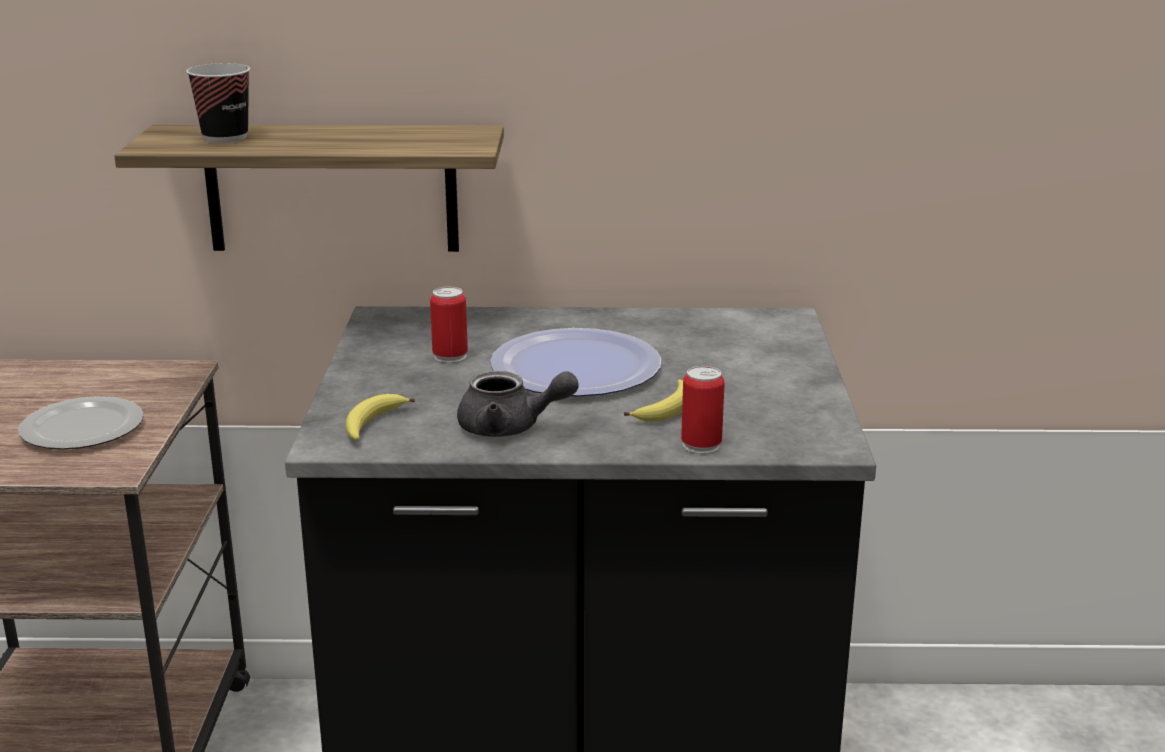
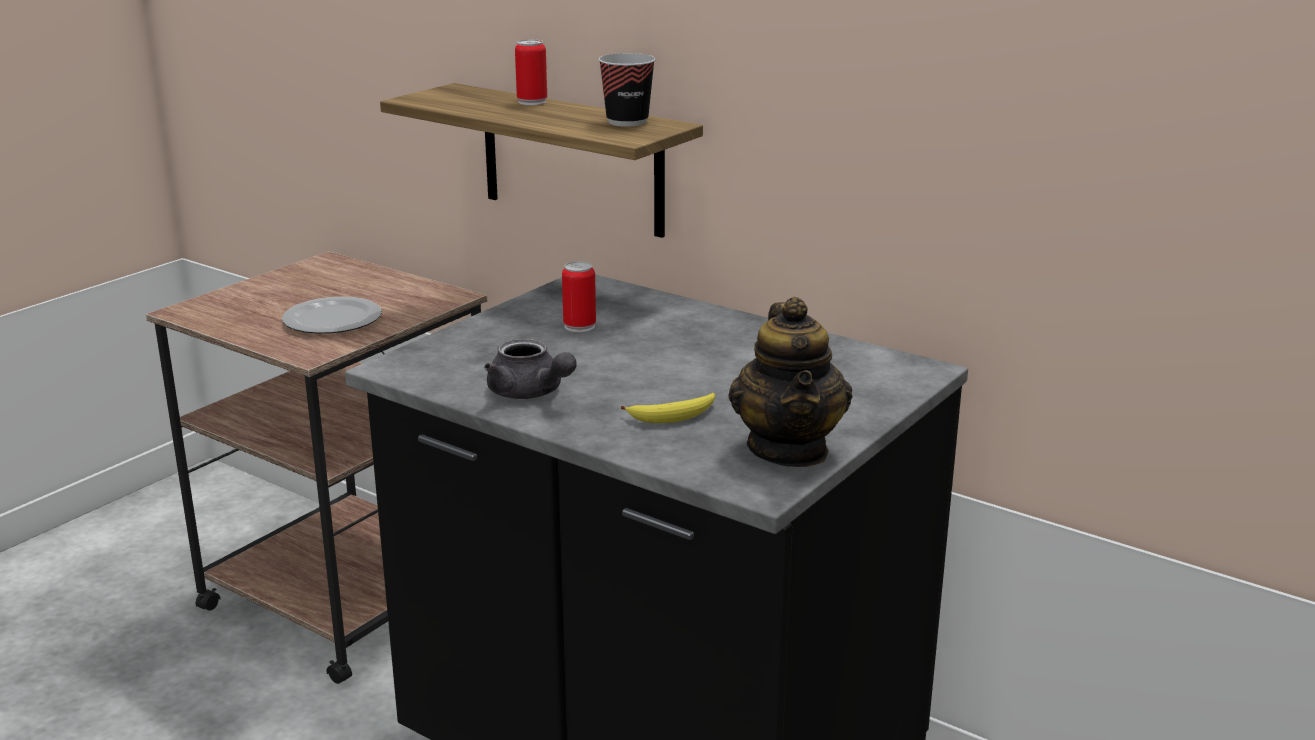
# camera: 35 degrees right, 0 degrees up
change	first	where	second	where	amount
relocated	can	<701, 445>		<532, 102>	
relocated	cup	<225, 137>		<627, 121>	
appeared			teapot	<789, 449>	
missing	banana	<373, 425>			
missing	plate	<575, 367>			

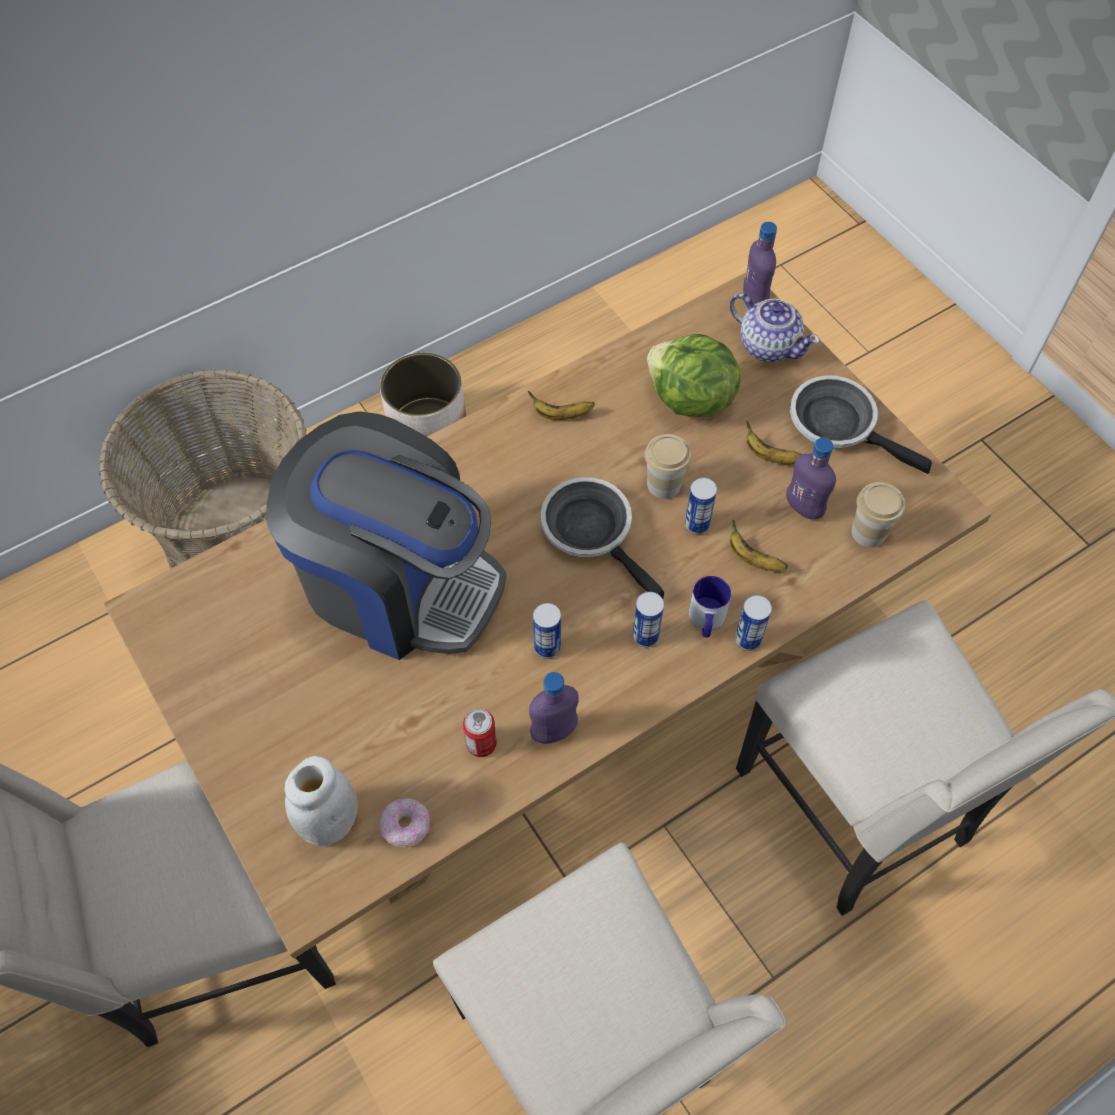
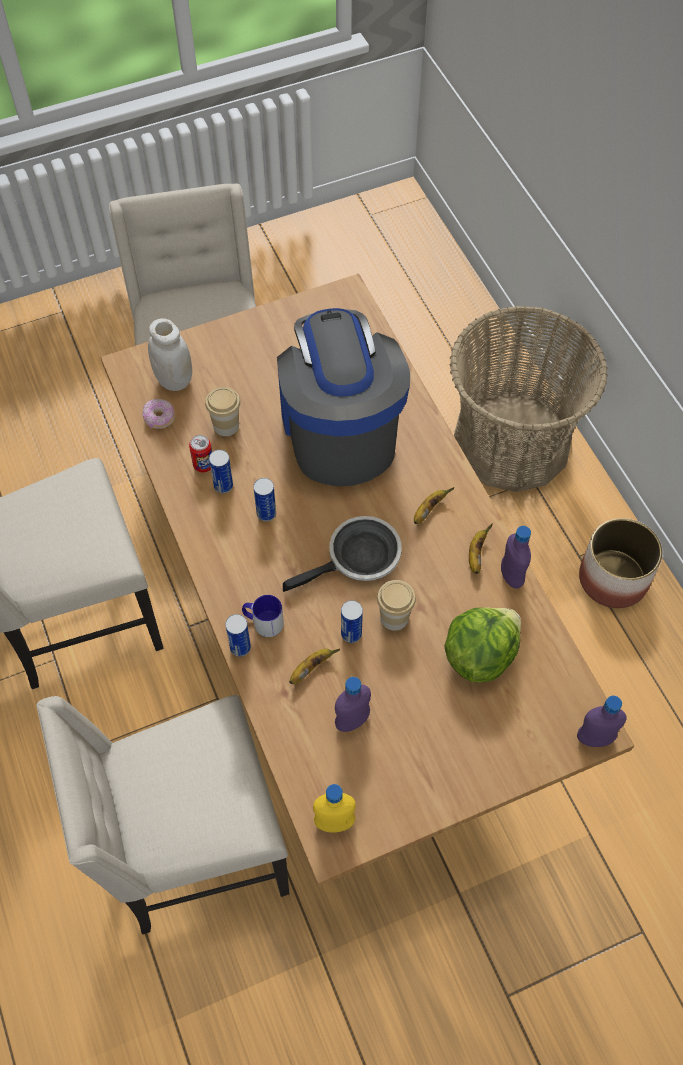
# camera: 100 degrees right, 0 degrees up
change	first	where	second	where	amount
relocated	cup	<868, 532>		<226, 425>	
relocated	can	<645, 636>		<223, 486>	
spun	coffee machine	<398, 582>		<339, 430>	135 degrees clockwise
appeared			bottle (yellow)	<334, 822>	
relocated	banana	<769, 456>		<428, 510>	
relocated	bottle (purple)	<554, 731>		<511, 576>	
missing	teapot	<768, 345>			
missing	frying pan	<838, 425>			

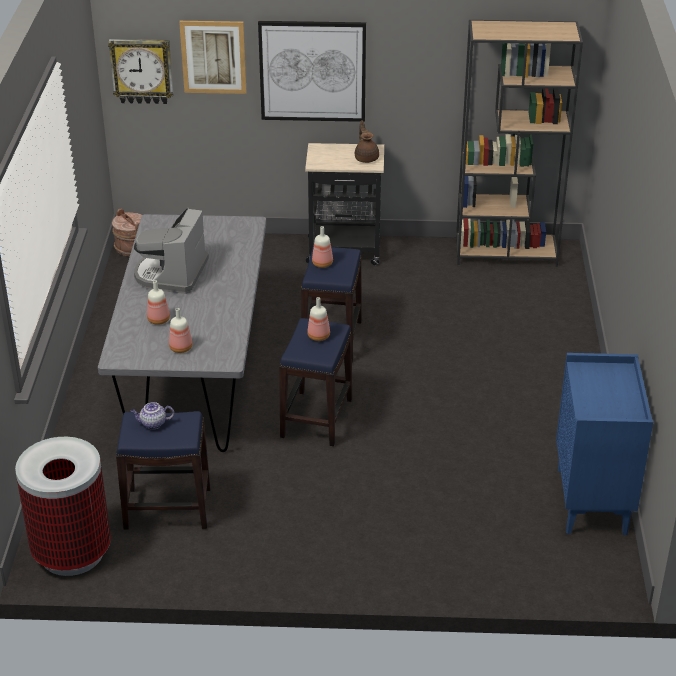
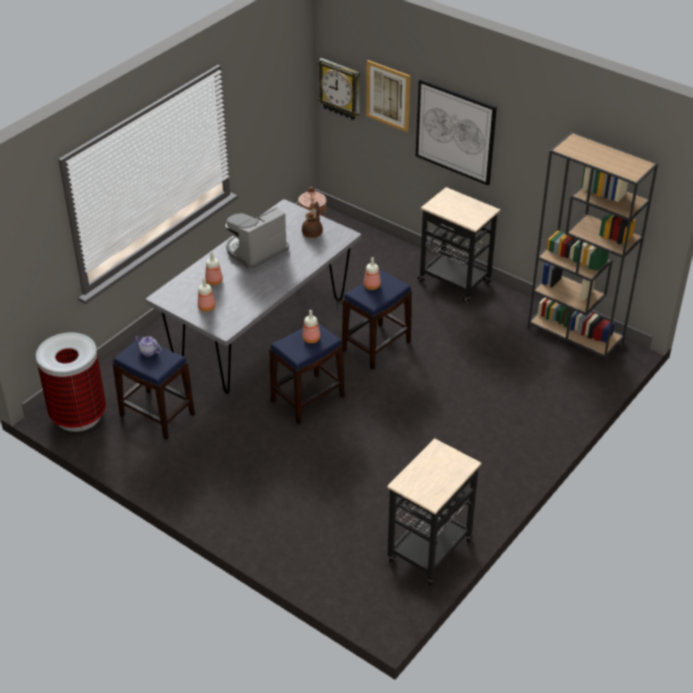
# camera: 35 degrees right, 5 degrees up
change	first	where	second	where	amount
relocated	teapot (brown)	<366, 158>		<313, 233>	
exchanged	cabinet (blue)	<591, 501>	cart	<430, 552>	

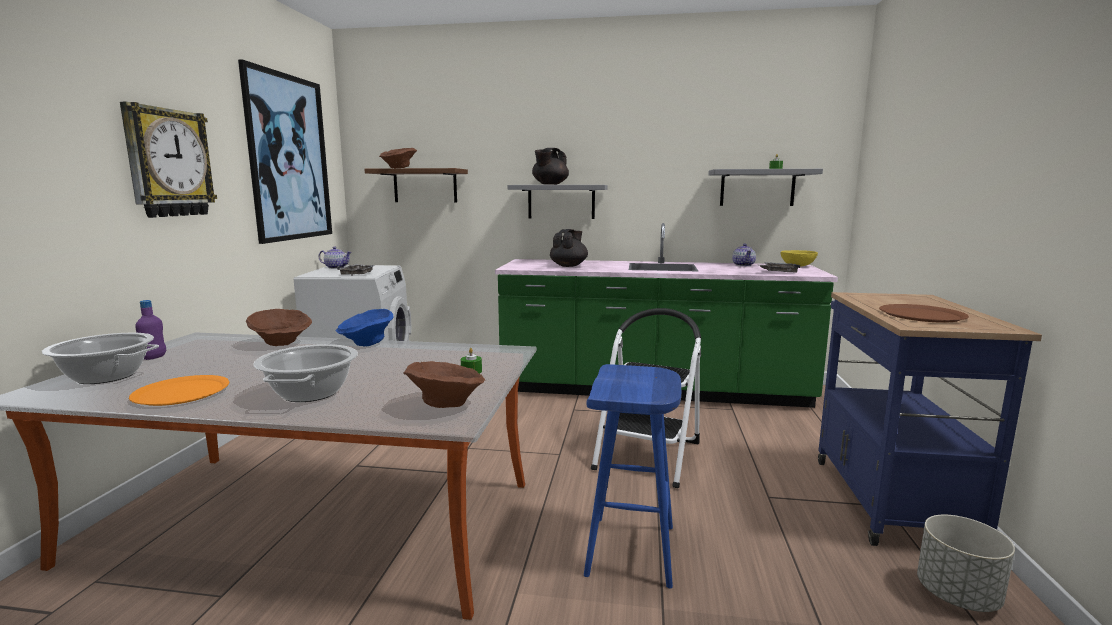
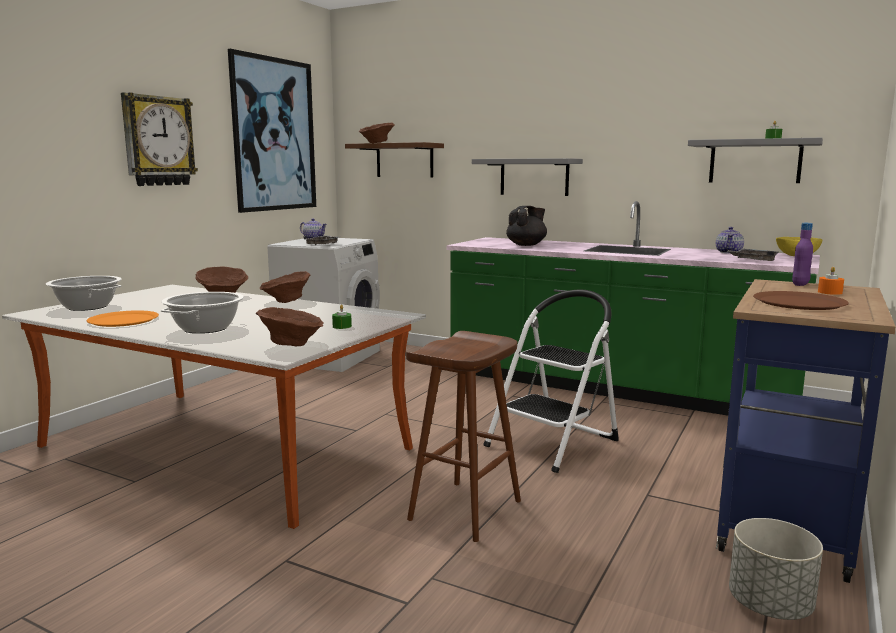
# camera: 20 degrees right, 0 degrees up
change	first	where	second	where	amount
colour	bowl (blue)	<366, 344>	bowl (brown)	<286, 301>	
colour	stool (blue)	<632, 551>	stool (brown)	<465, 511>	
relocated	bottle (purple)	<154, 357>		<800, 284>	
appeared			candle (orange)	<830, 292>	
missing	teapot (black)	<550, 184>			

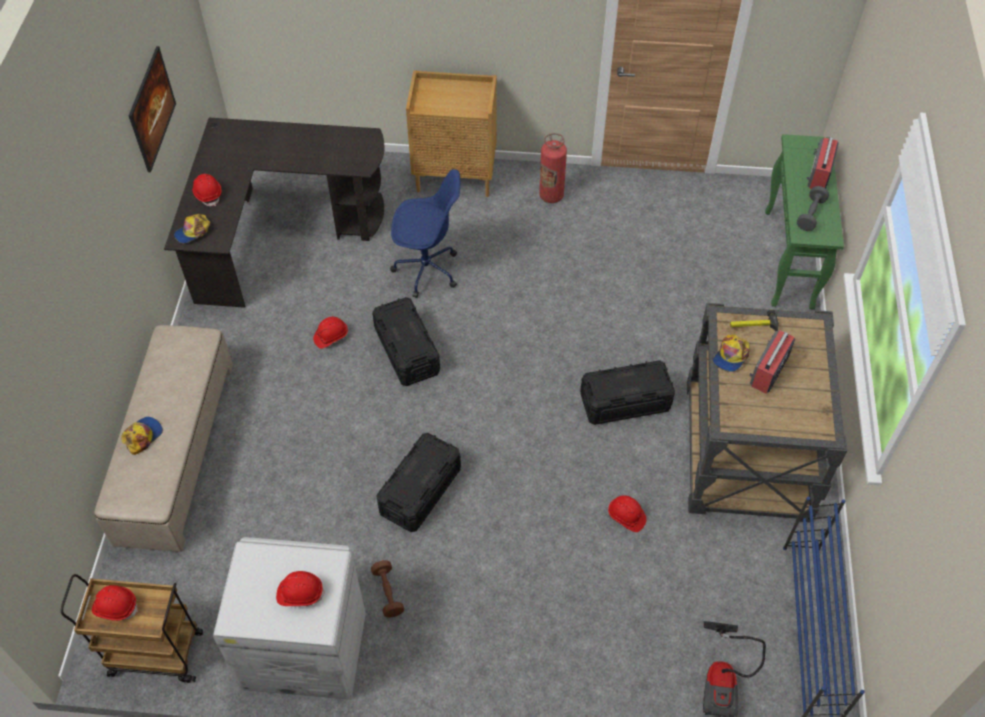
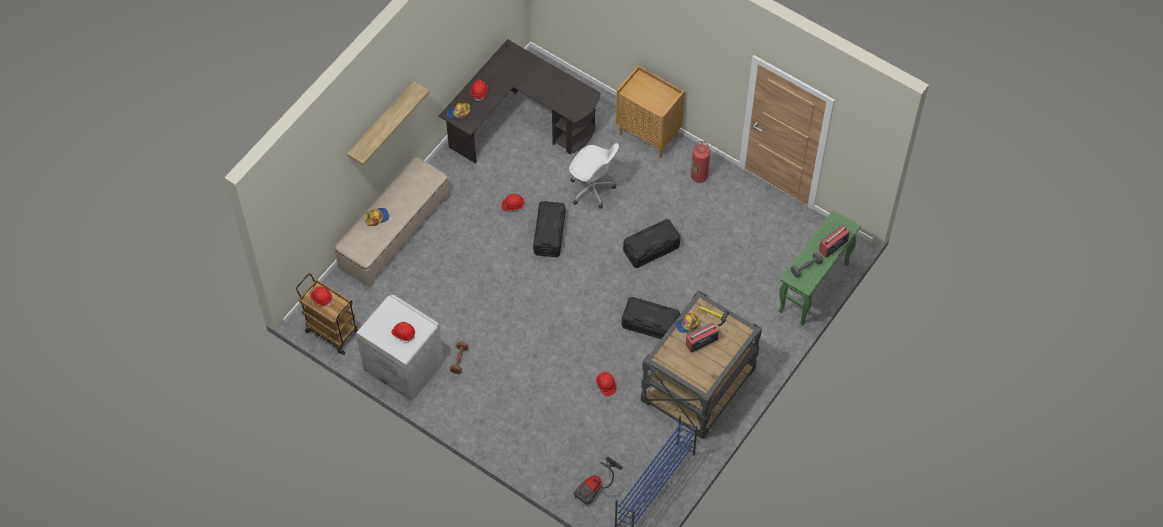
# camera: 30 degrees right, 5 degrees up
change	first	where	second	where	amount
appeared			shelf	<381, 123>	
colour	office chair (blue)	<428, 270>	office chair (white)	<592, 190>	
relocated	storage box (black)	<420, 491>		<651, 249>	
missing	picture	<156, 123>			

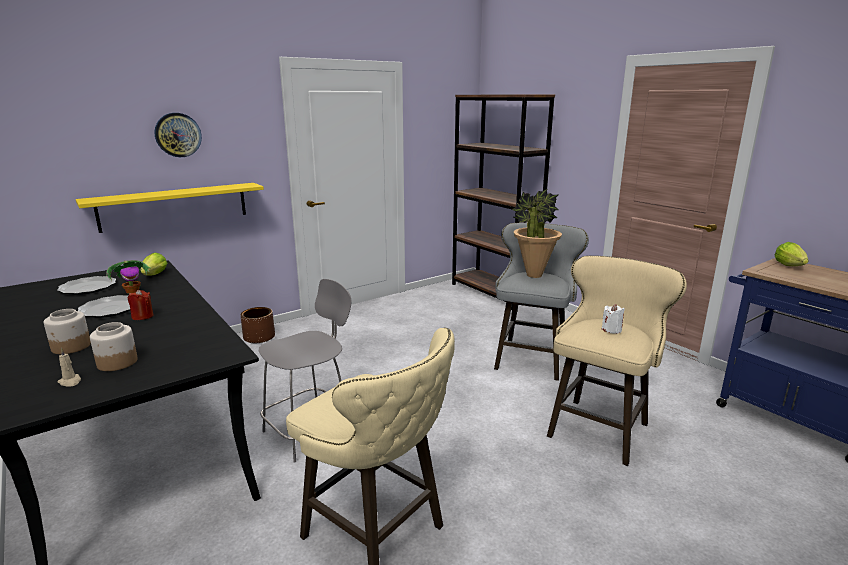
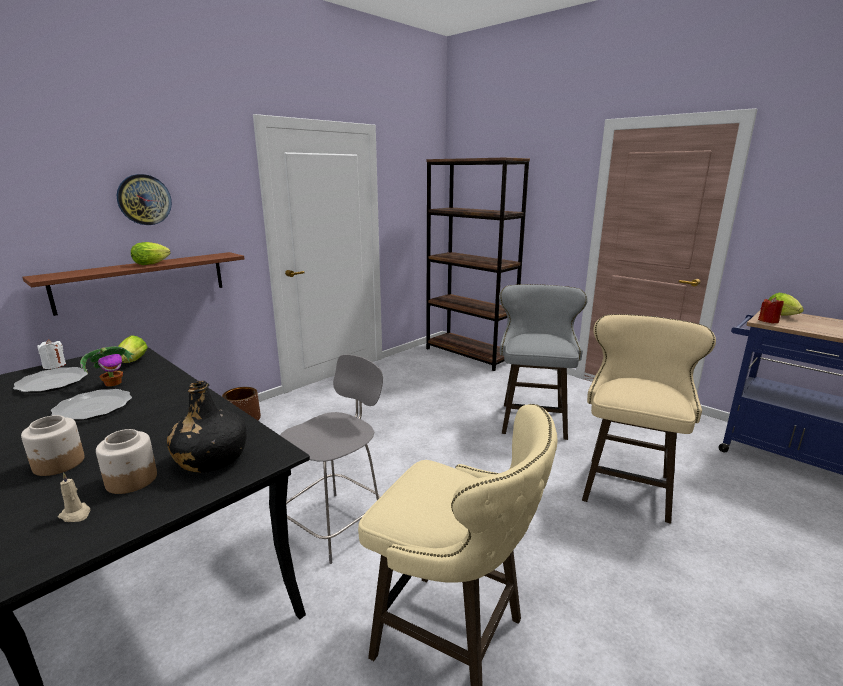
# camera: 10 degrees left, 0 degrees up
change	first	where	second	where	amount
colour	shelf (yellow)	<174, 206>	shelf (brown)	<143, 281>	
relocated	candle (white)	<611, 330>		<54, 365>	
appeared			lettuce	<153, 264>	
appeared			bottle (black)	<211, 459>	
relocated	candle (red)	<142, 316>		<768, 321>	
missing	potted plant	<533, 275>			

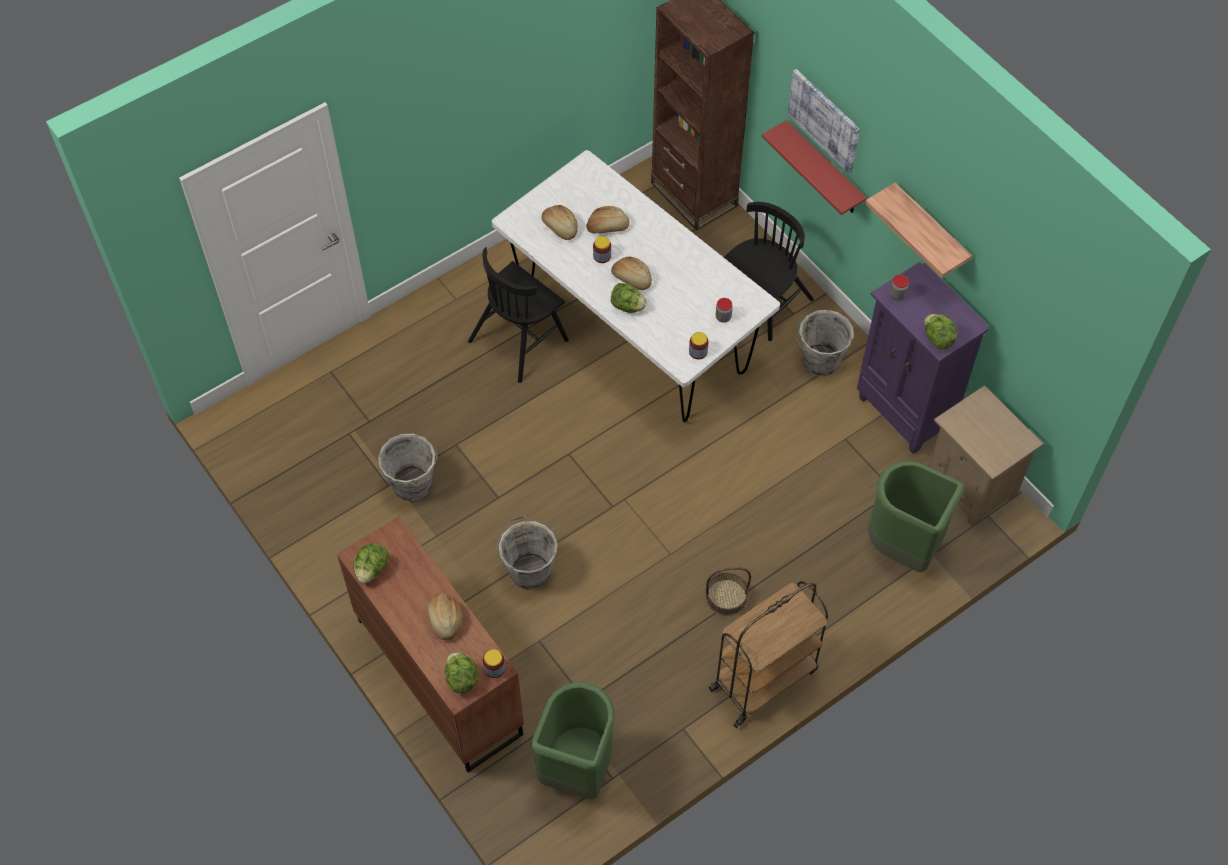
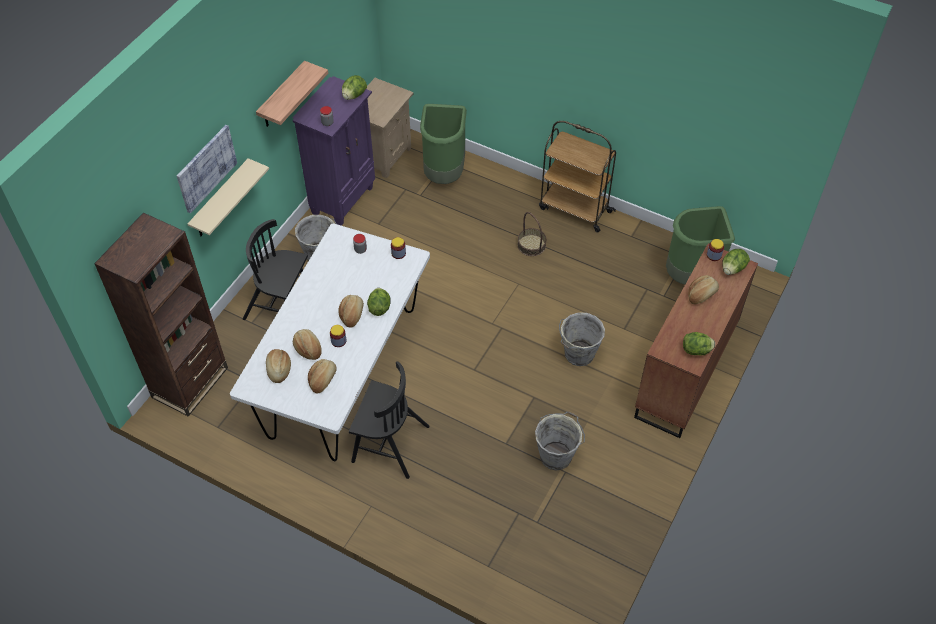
# camera: 115 degrees left, 5 degrees down
change	first	where	second	where	amount
colour	shelf (red)	<824, 170>	shelf (beige)	<220, 200>	
appeared			bread	<278, 369>	

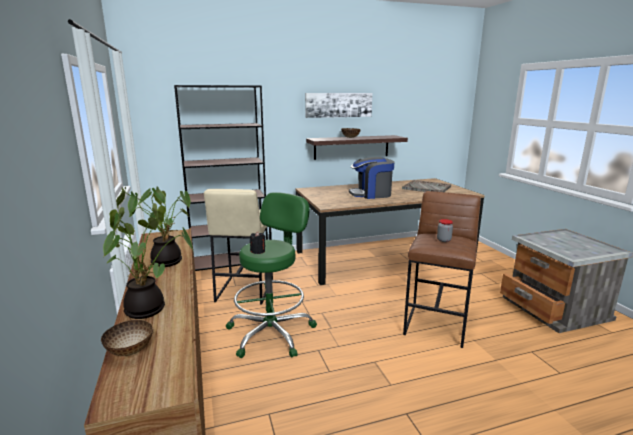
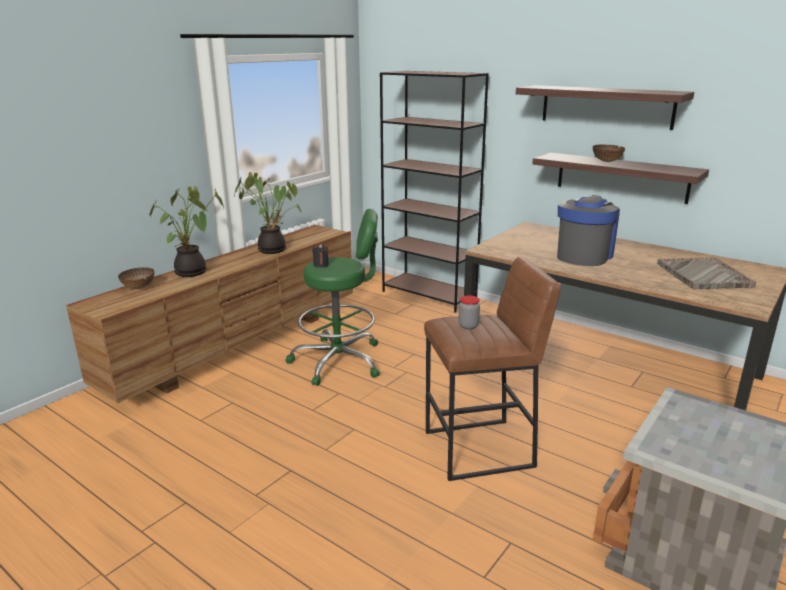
# camera: 55 degrees right, 5 degrees up
change	first	where	second	where	amount
exchanged	picture	<338, 105>	shelf	<606, 106>	
spun	coffee machine	<371, 194>		<584, 255>	75 degrees clockwise
missing	stool (beige)	<244, 290>			

